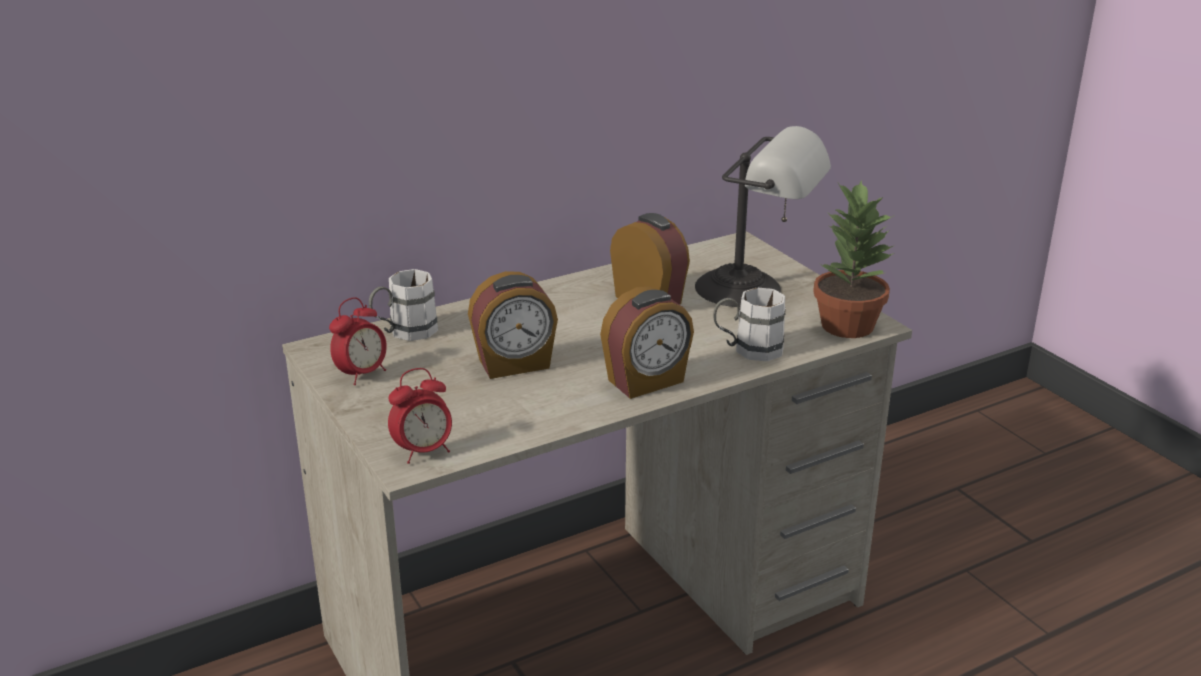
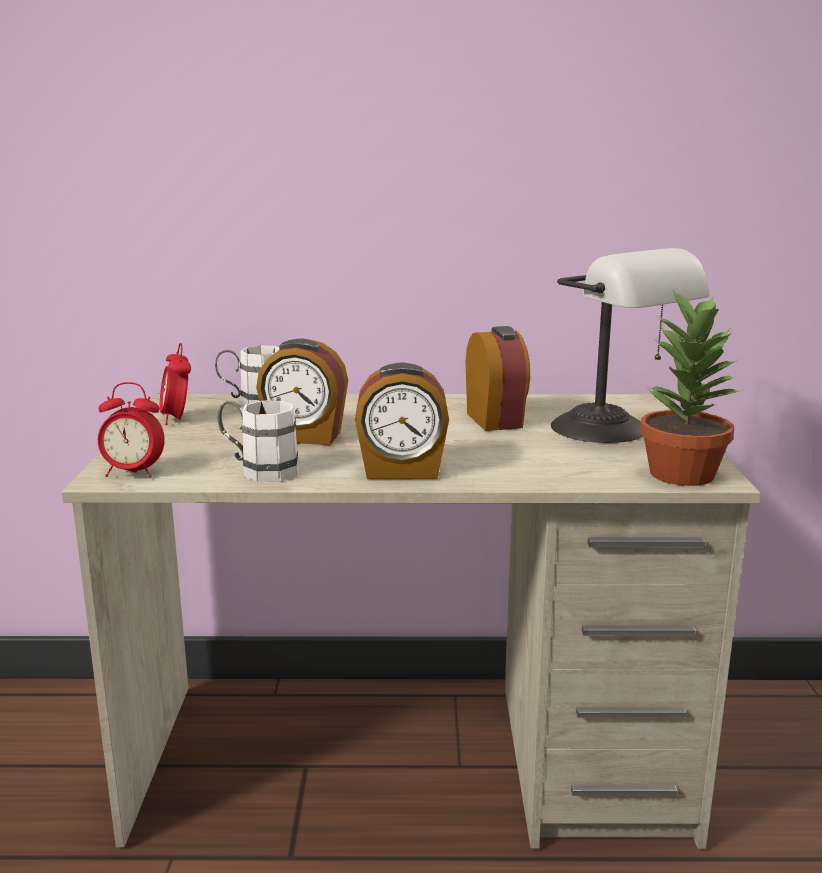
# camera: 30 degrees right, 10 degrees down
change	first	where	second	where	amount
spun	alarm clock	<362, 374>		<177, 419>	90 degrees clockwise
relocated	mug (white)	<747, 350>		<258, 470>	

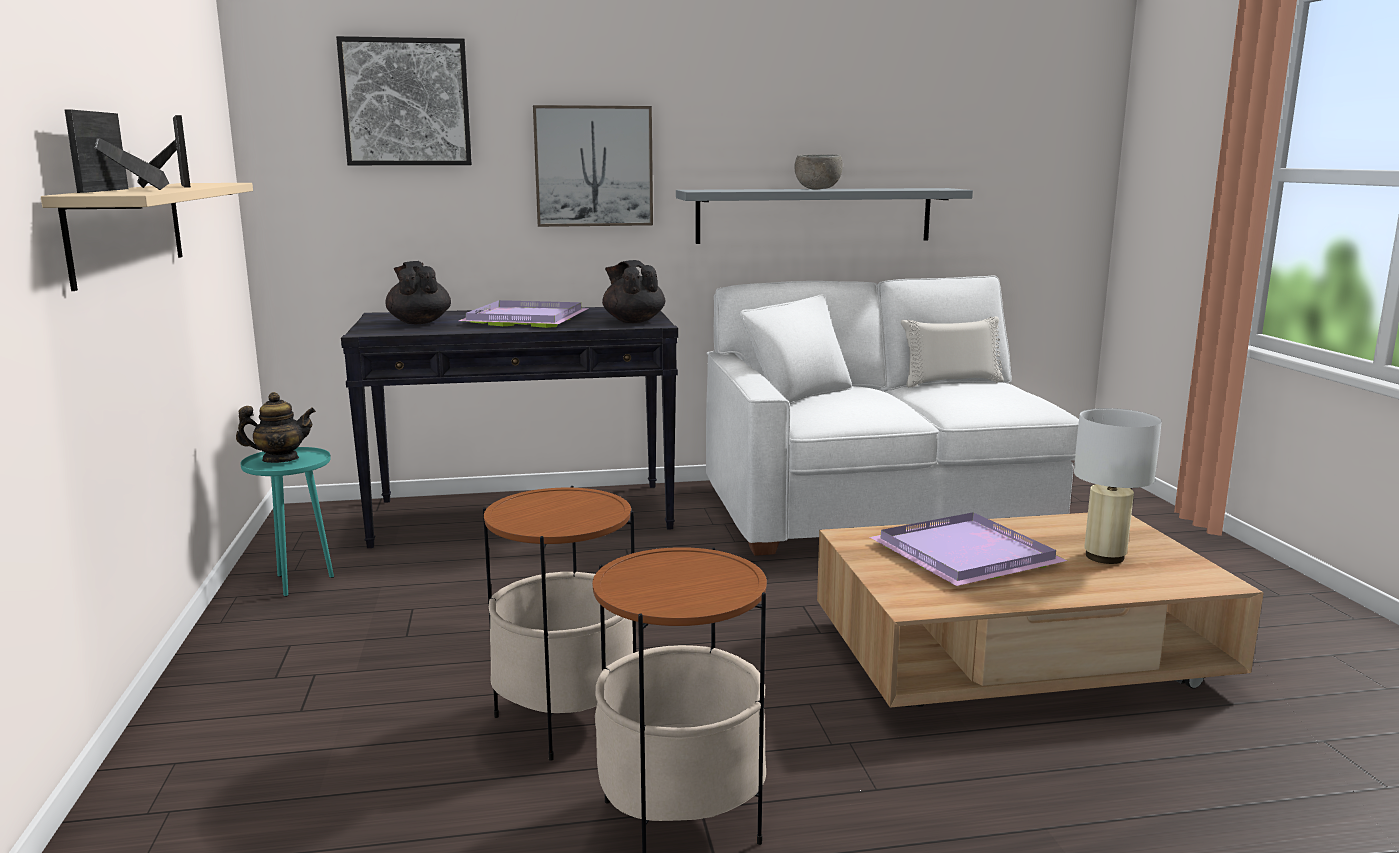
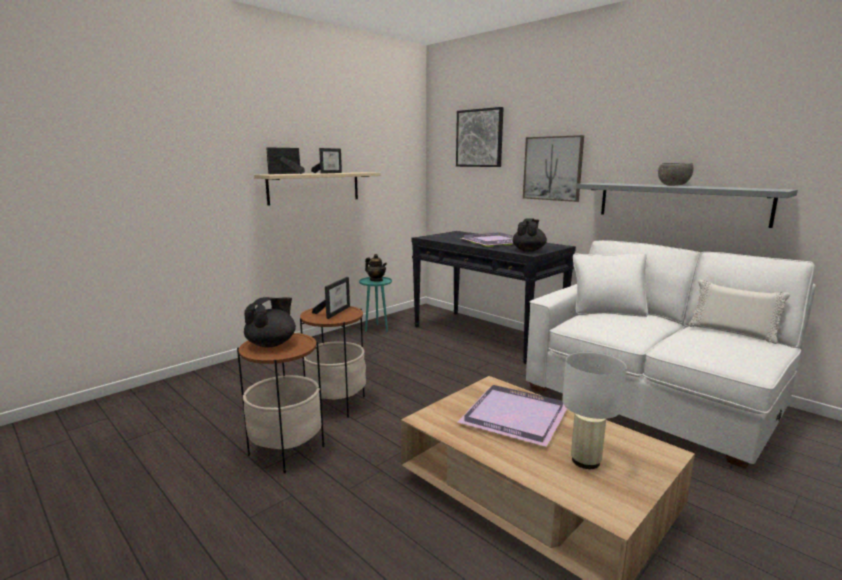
# camera: 55 degrees right, 0 degrees up
change	first	where	second	where	amount
relocated	teapot (black)	<419, 322>		<272, 344>	
appeared			picture frame	<335, 311>	

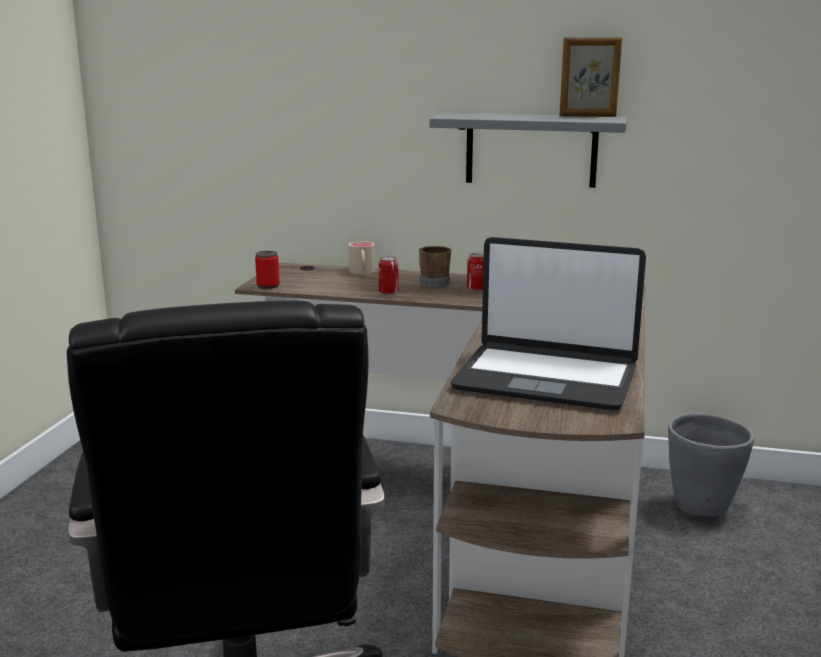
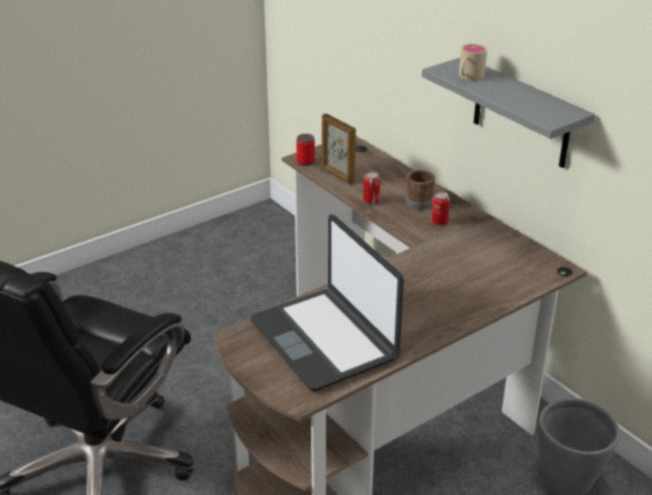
# camera: 40 degrees right, 15 degrees up
change	first	where	second	where	amount
relocated	picture frame	<587, 116>		<337, 175>	
relocated	mug (beige)	<362, 272>		<468, 77>	

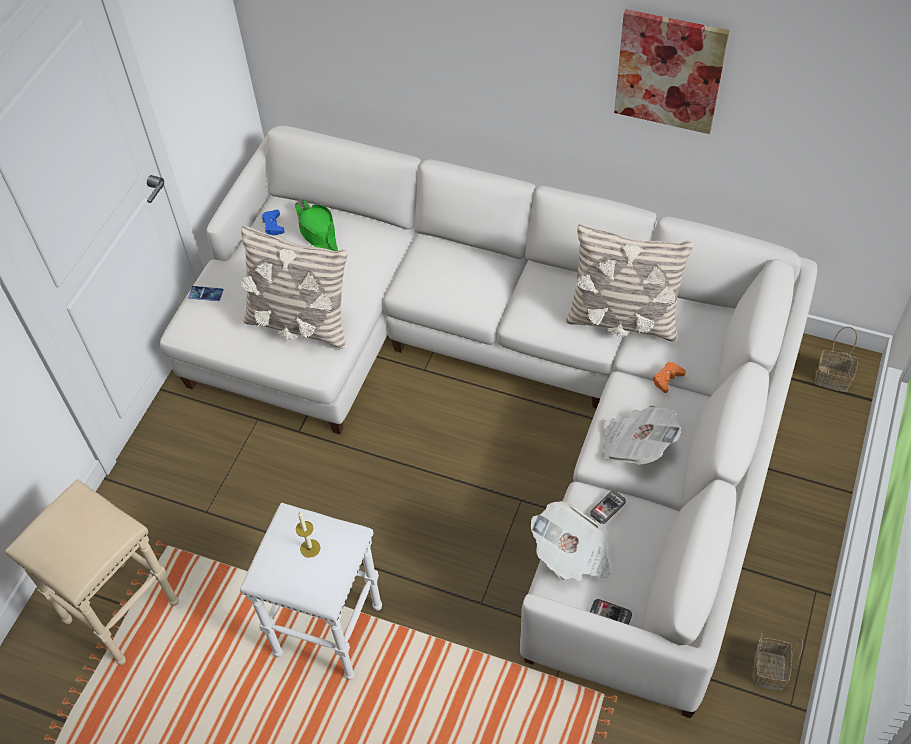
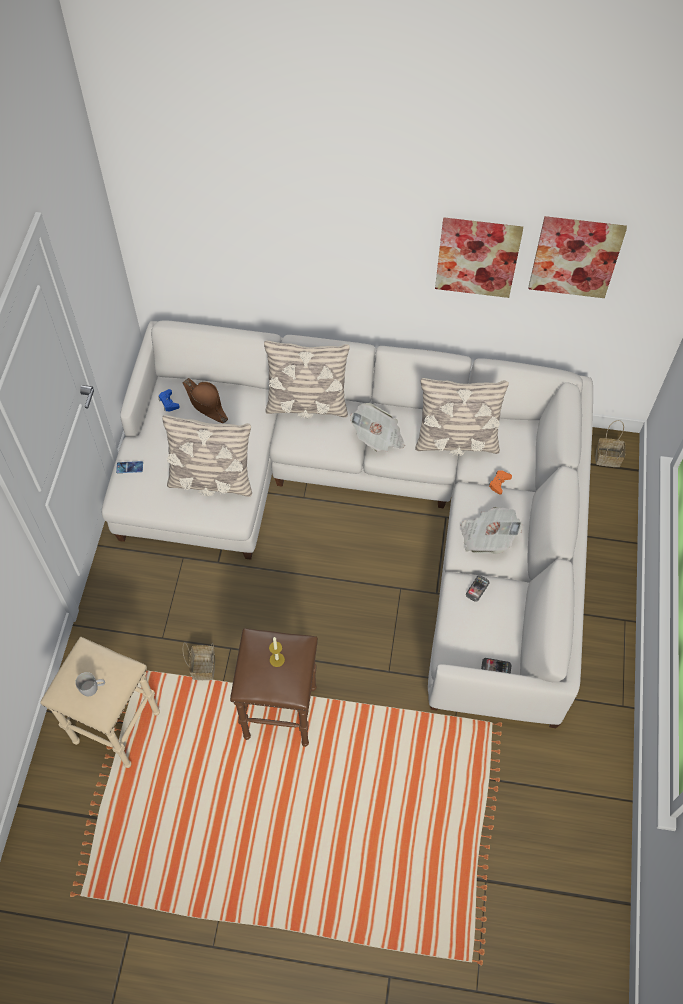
# camera: 15 degrees left, 5 degrees up
change	first	where	second	where	amount
appeared			mug (white)	<93, 688>	
colour	hat (green)	<317, 232>	hat (brown)	<206, 403>	
relocated	basket	<768, 669>		<203, 666>	
colour	stool (white)	<327, 627>	stool (brown)	<279, 710>	
appeared			pillow (beige)	<307, 405>	
relocated	newspaper	<571, 554>		<378, 437>	
appeared			picture	<575, 256>	

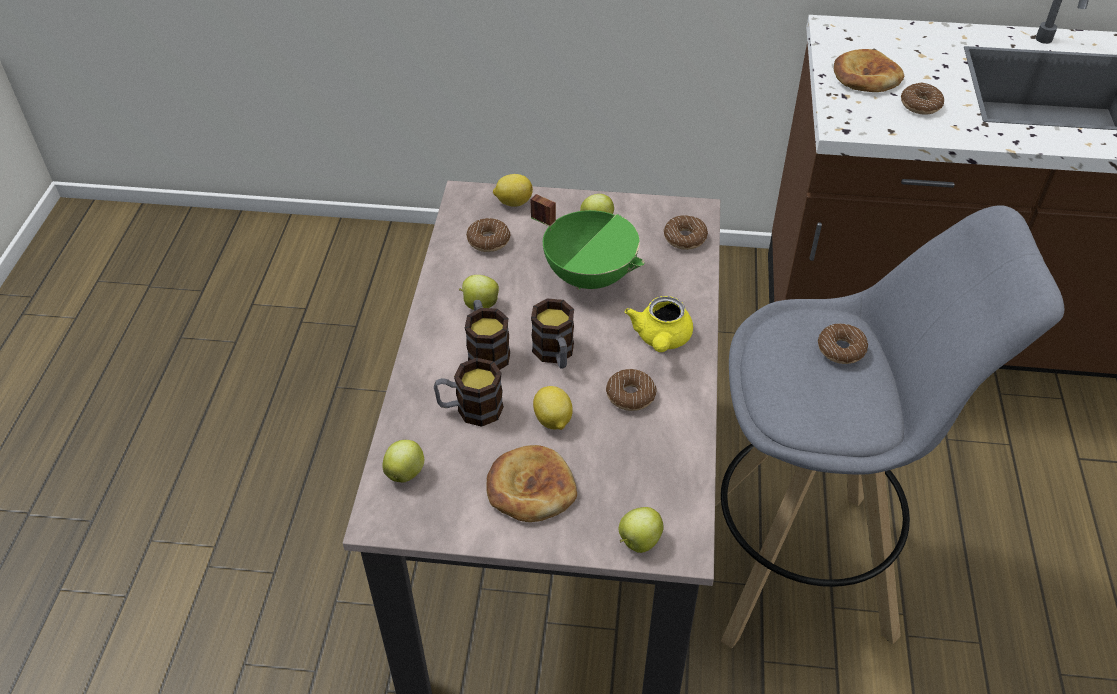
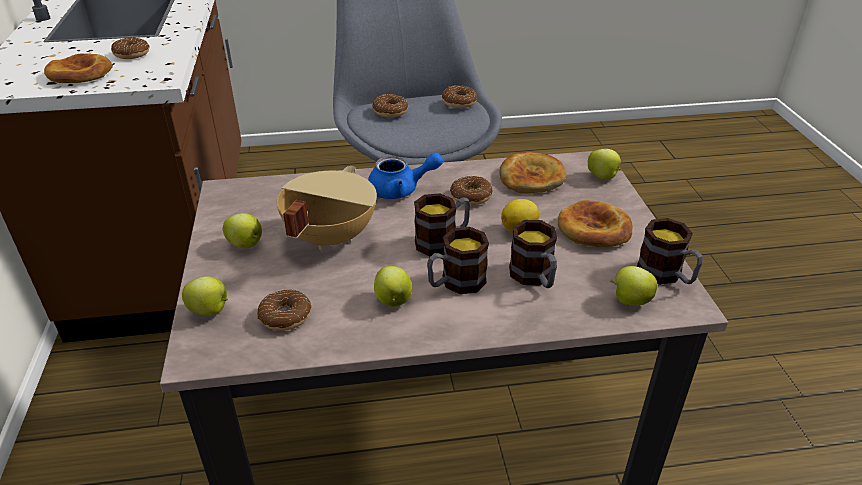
# camera: 105 degrees left, 10 degrees down
change	first	where	second	where	amount
exchanged	lemon	<513, 202>	apple	<210, 311>	
colour	cooking pot (green)	<590, 275>	cooking pot (beige)	<328, 237>	
colour	teapot (yellow)	<661, 339>	teapot (blue)	<401, 190>	
relocated	donut	<684, 238>		<459, 102>	
appeared			bread	<531, 177>	
appeared			mug	<666, 275>	

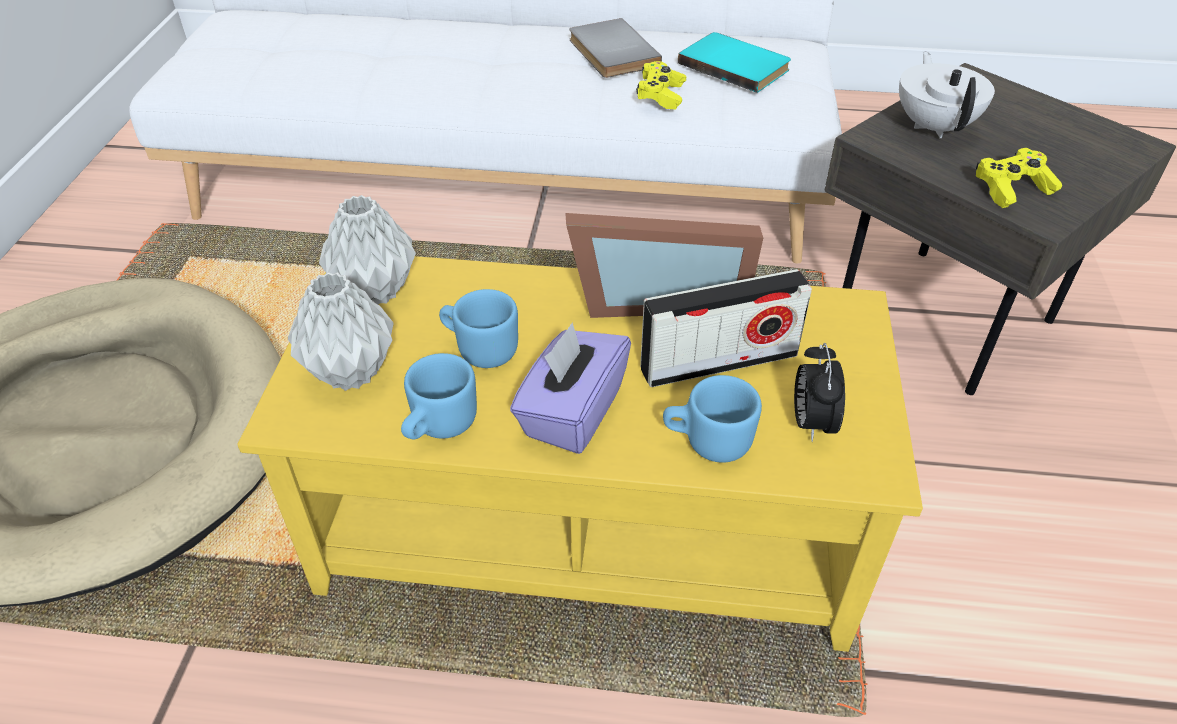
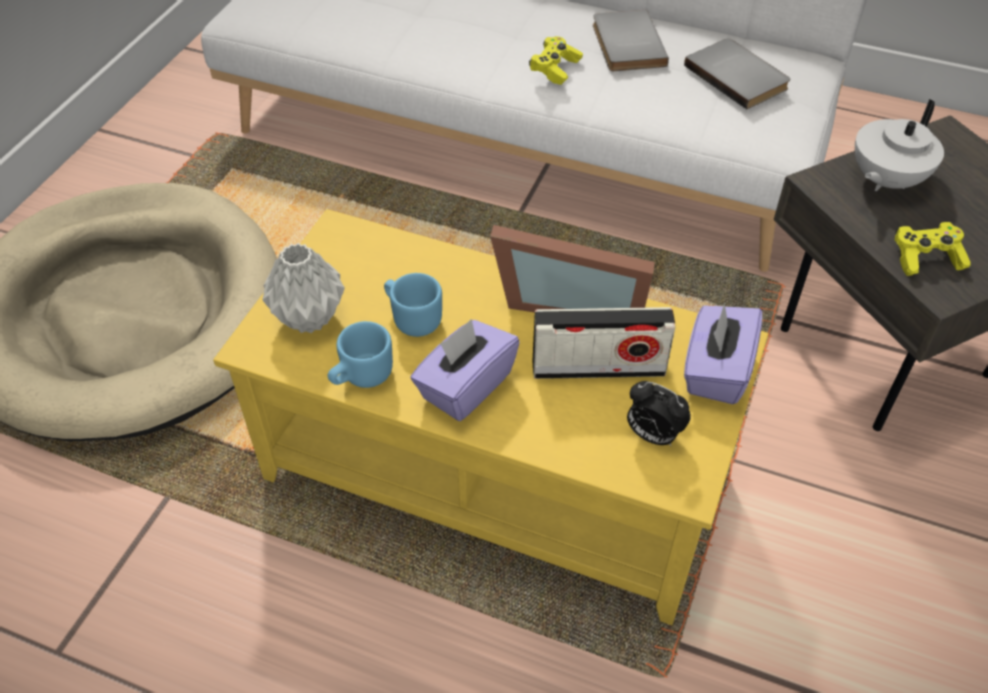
# camera: 15 degrees right, 5 degrees up
change	first	where	second	where	amount
relocated	game controller (yellow)	<661, 95>		<555, 68>	
spun	alarm clock	<811, 422>		<652, 435>	75 degrees counterclockwise
colour	book (turquoise)	<735, 65>	book (grey)	<738, 76>	
appeared			tissue box (purple)	<716, 371>	
spun	teapot (white)	<934, 126>		<884, 180>	150 degrees counterclockwise
missing	vase (grey)	<374, 291>			
missing	mug (blue)	<707, 441>			

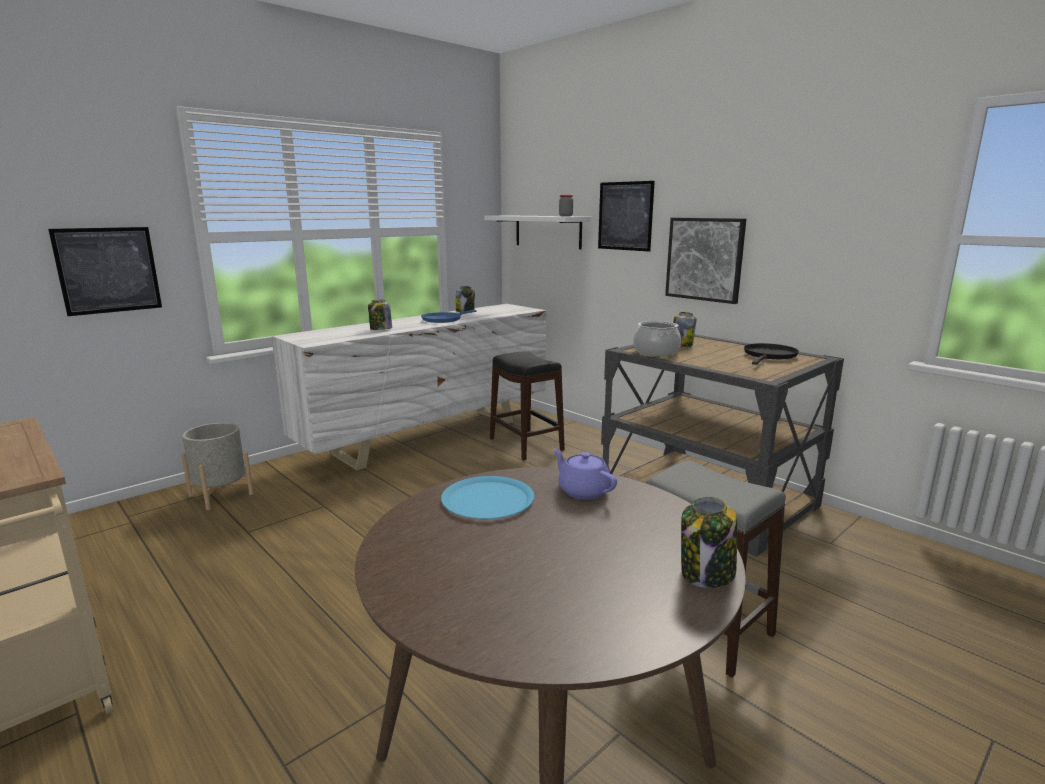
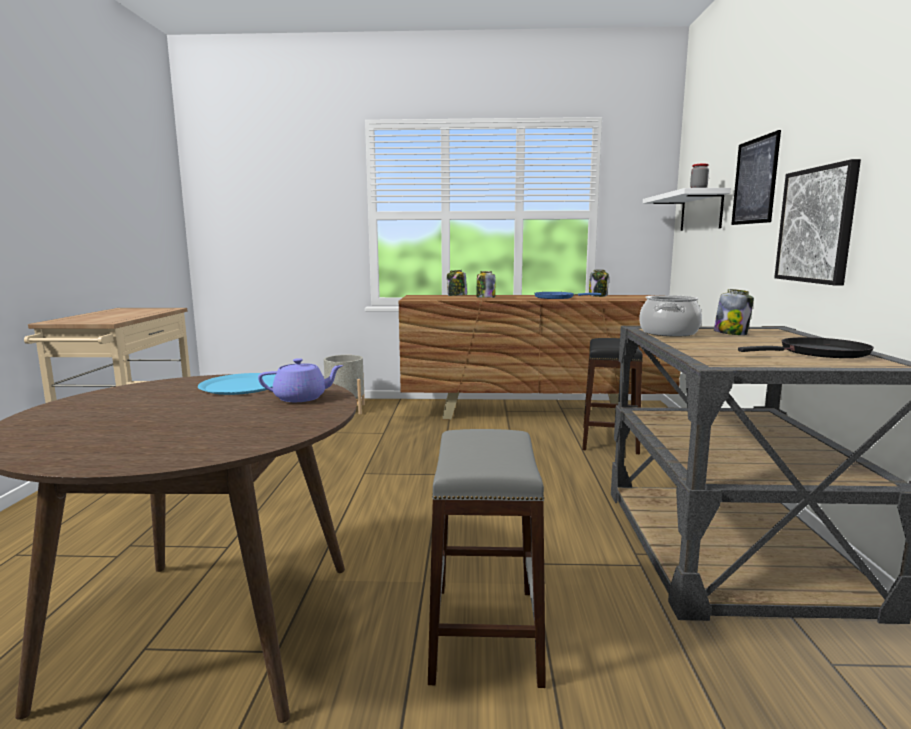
# camera: 45 degrees right, 5 degrees down
change	first	where	second	where	amount
spun	teapot (purple)	<583, 490>		<302, 398>	75 degrees clockwise
colour	cabinet (white)	<430, 437>	cabinet (brown)	<535, 413>	
relocated	jar	<707, 574>		<456, 296>	
missing	picture	<108, 270>			

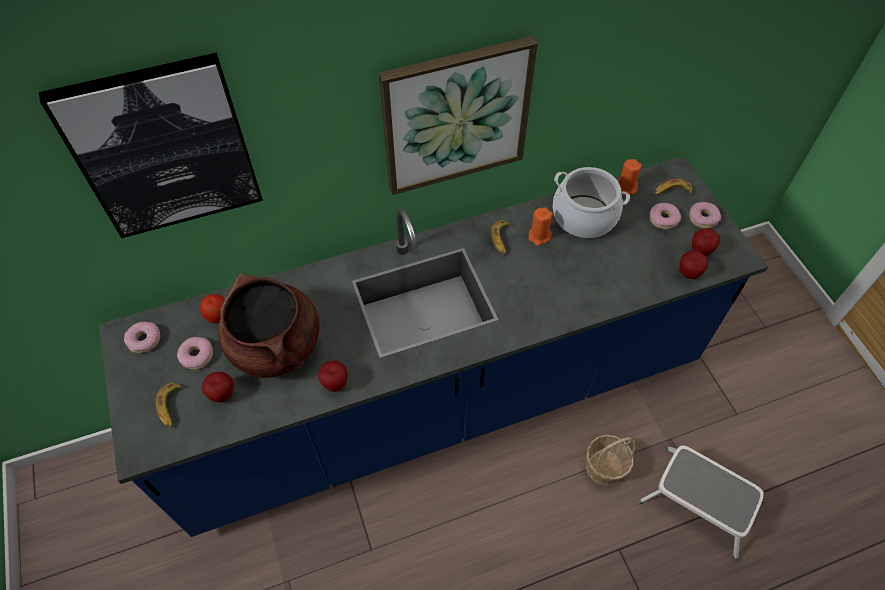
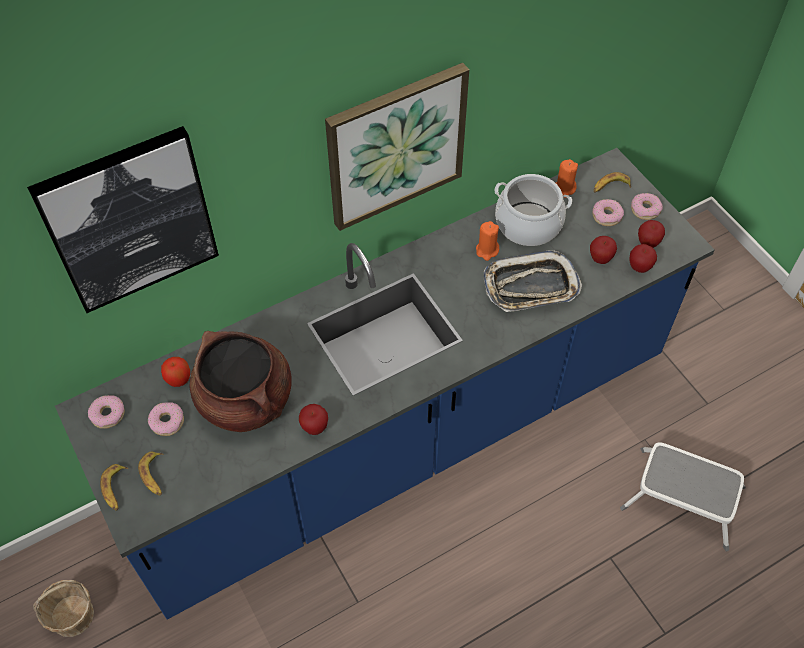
# camera: 10 degrees left, 0 degrees up
change	first	where	second	where	amount
relocated	basket	<604, 467>		<72, 615>	
relocated	banana	<501, 240>		<115, 489>	
appeared			tray	<530, 287>	
relocated	apple	<222, 395>		<600, 259>	

